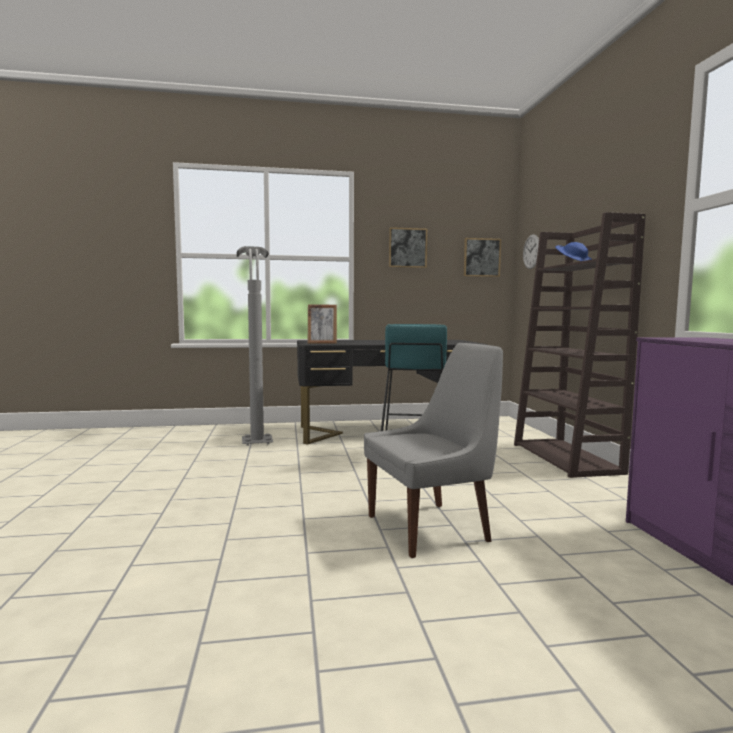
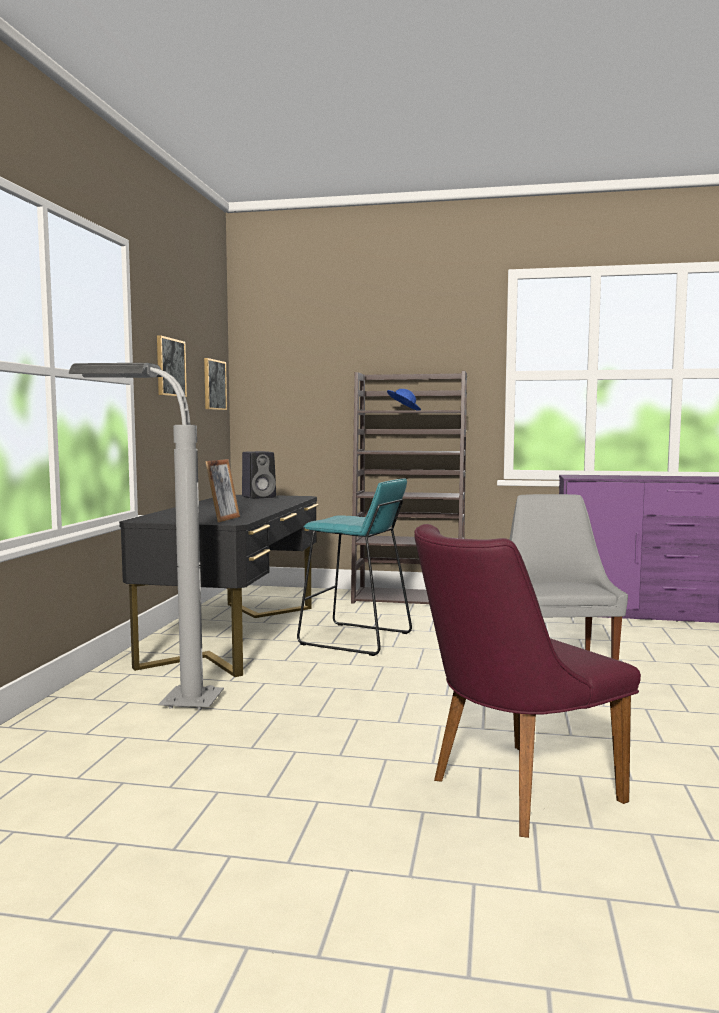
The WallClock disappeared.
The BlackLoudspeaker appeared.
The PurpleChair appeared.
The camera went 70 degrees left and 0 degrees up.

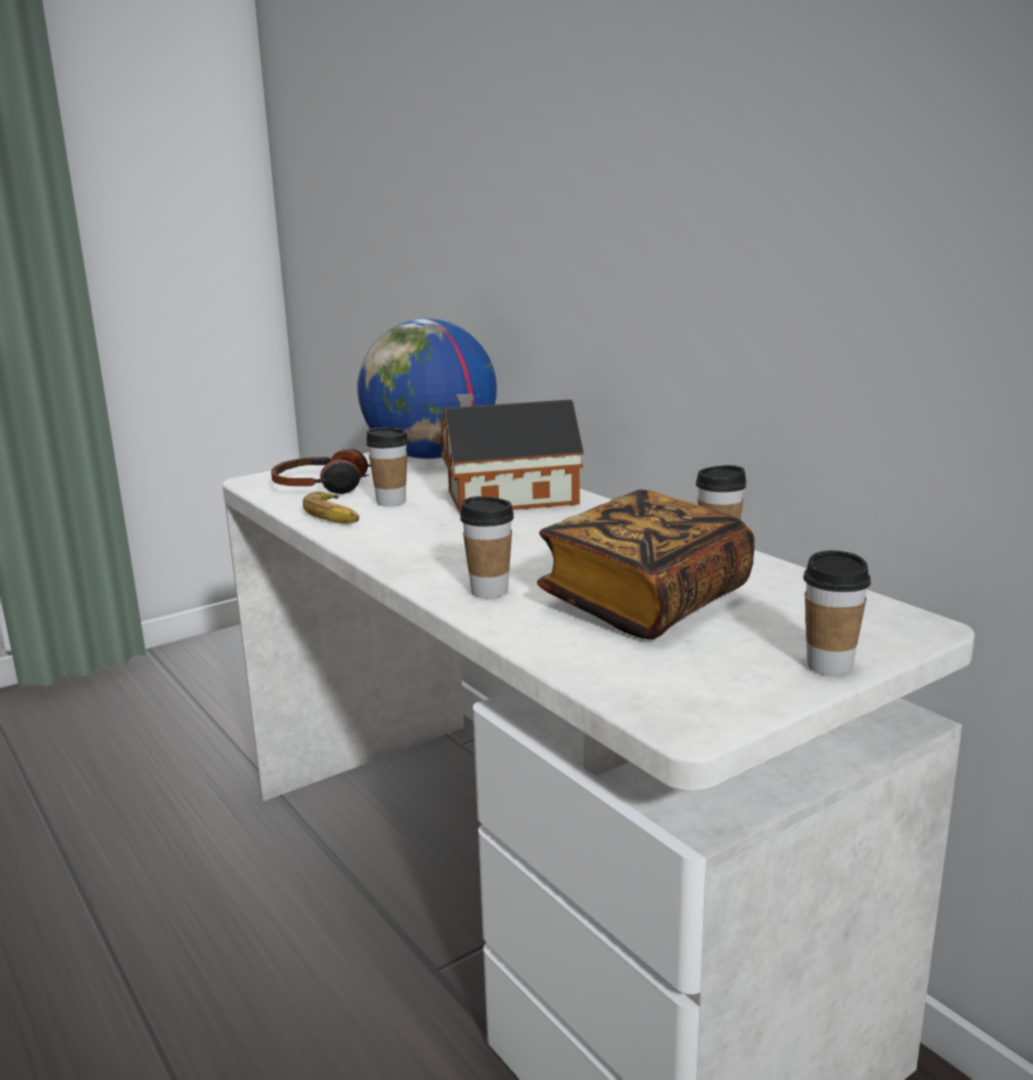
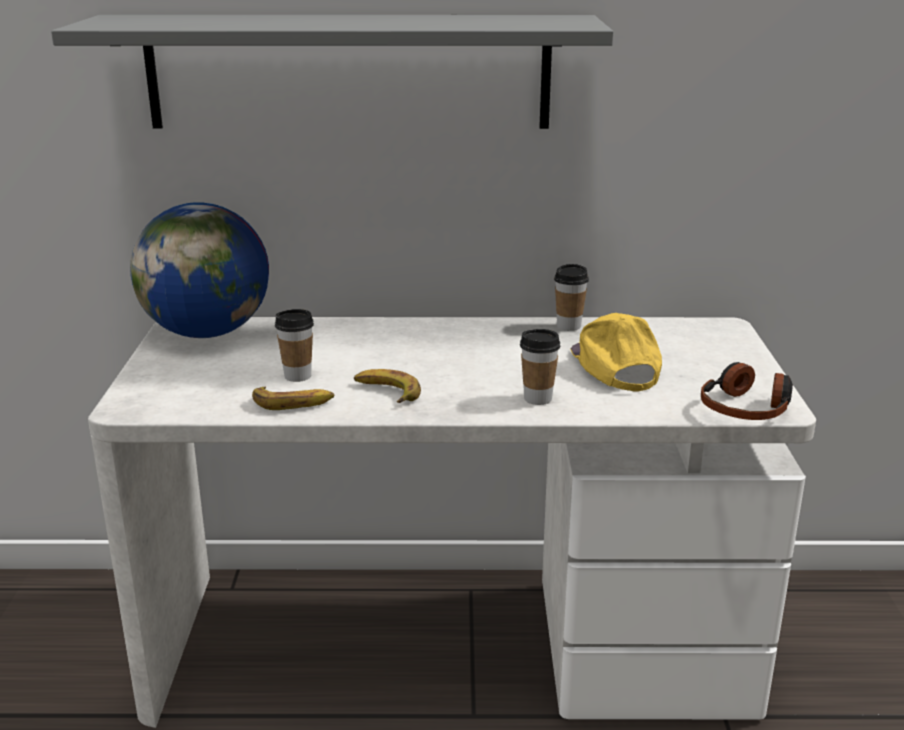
The ToyHouse disappeared.
The Headset moved.
The Book was replaced by the YellowColouredPeakedCap.
The SmallCup (no. 4 from left) disappeared.
The GreyishBracketShelf appeared.
The Banana (no. 2 from left) appeared.
The camera went 55 degrees left and 5 degrees up.

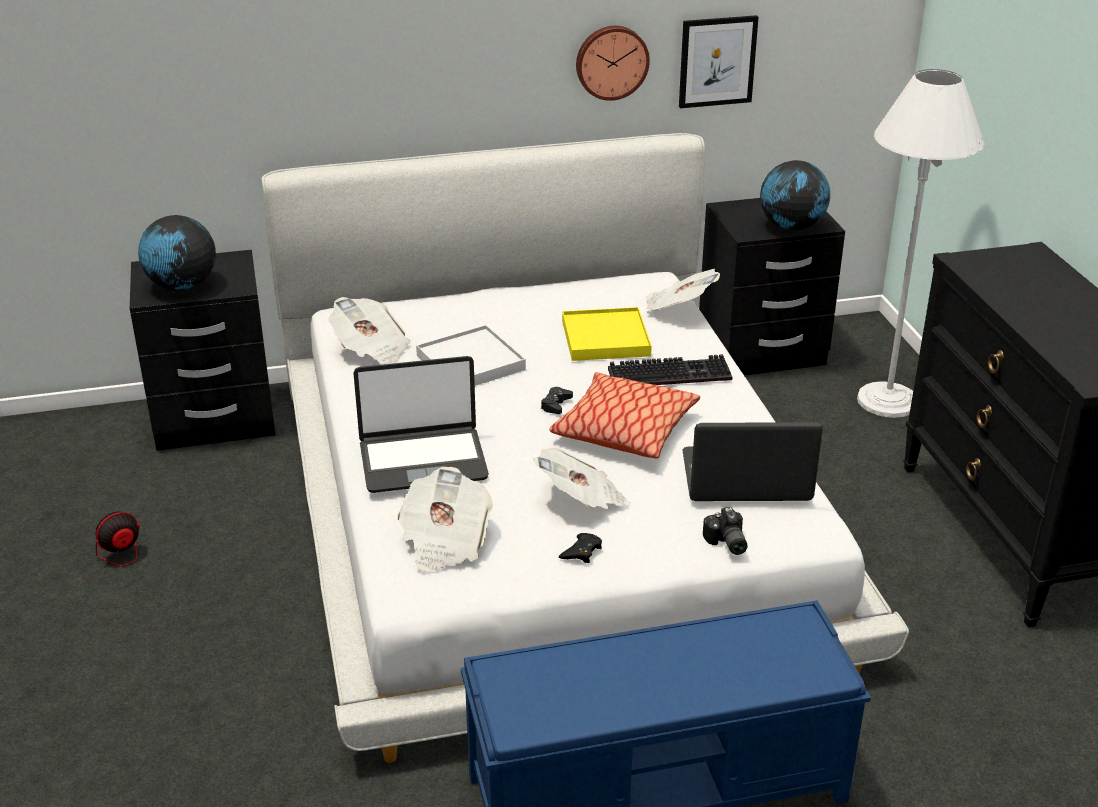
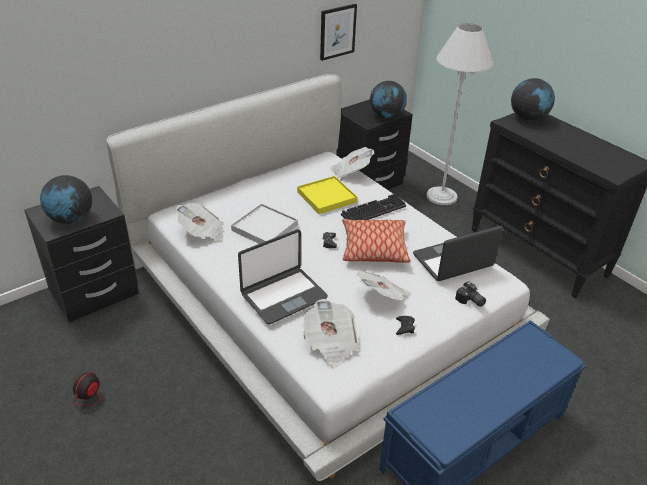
The WallClock disappeared.
The DeskGlobe (no. 3 from left) appeared.
The camera went 25 degrees left and 5 degrees up.

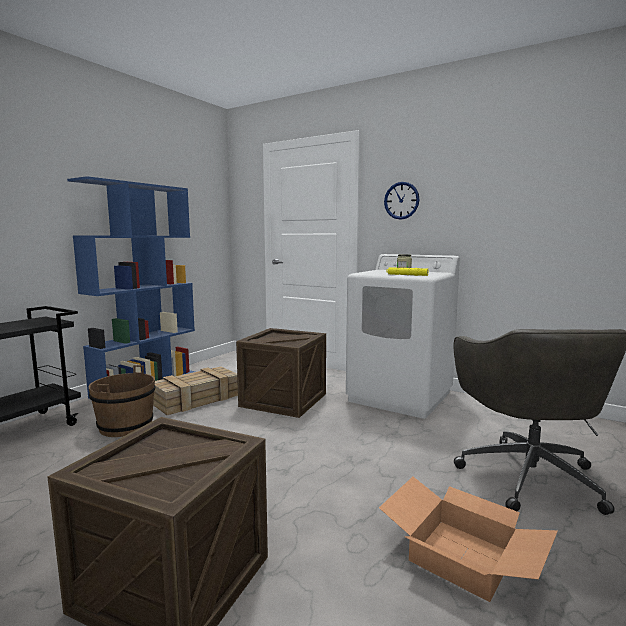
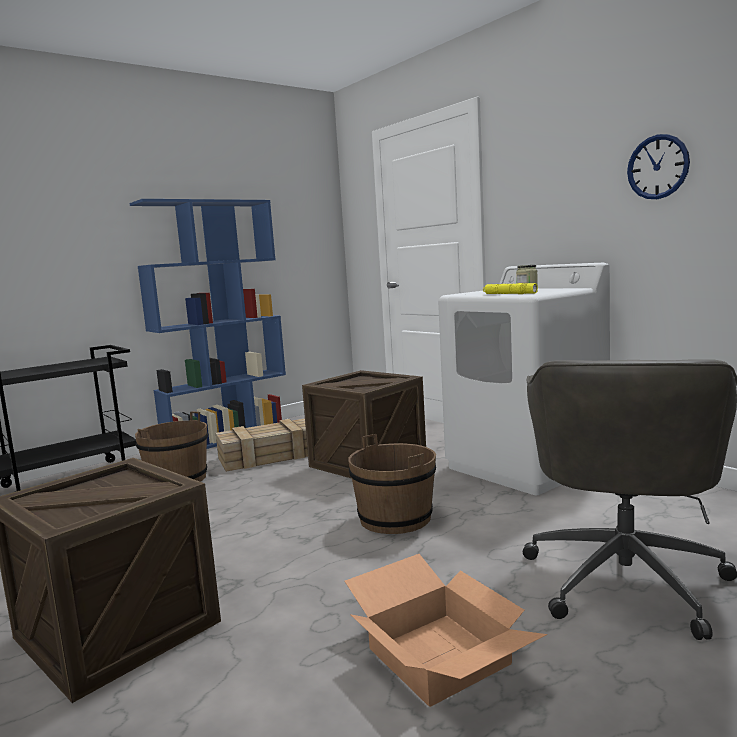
The WallClock moved.
The BrownColouredPail (no. 2 from left) appeared.
The camera went 20 degrees right and 0 degrees up.

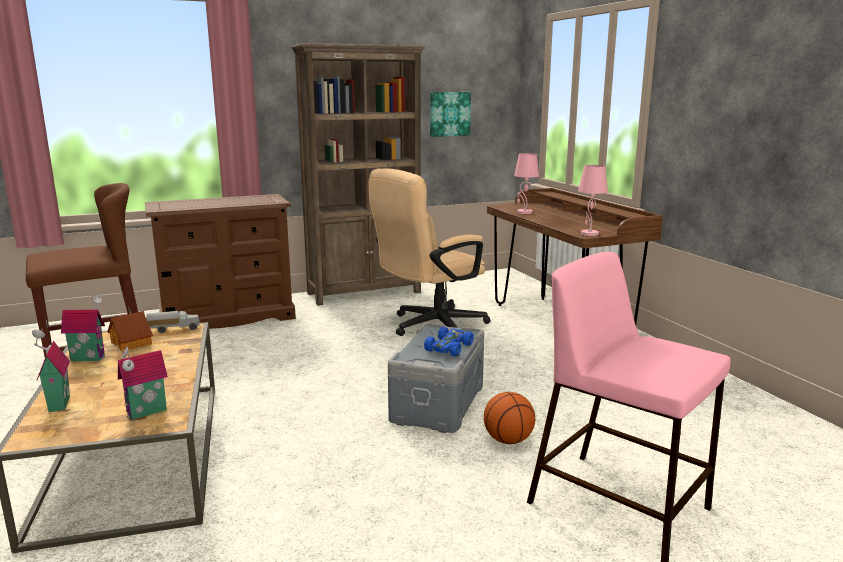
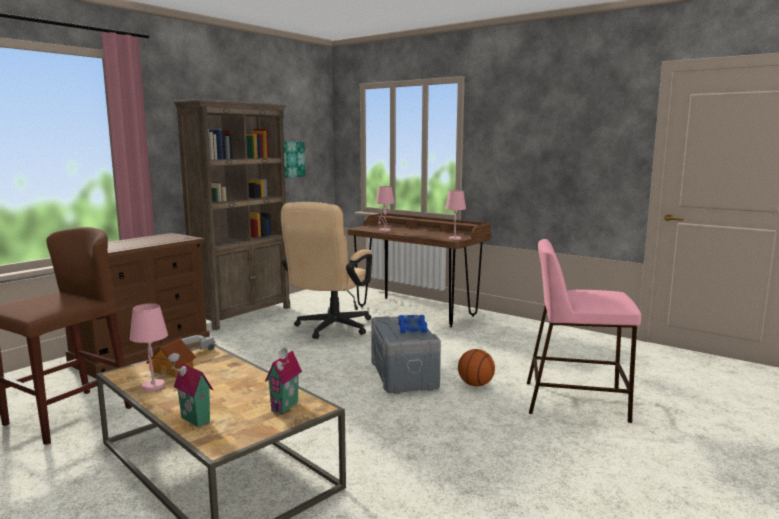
The ToyHouse (no. 2 from left) was replaced by the PinkTabletopLamp (no. 1 from left).
The camera went 30 degrees left and 5 degrees down.

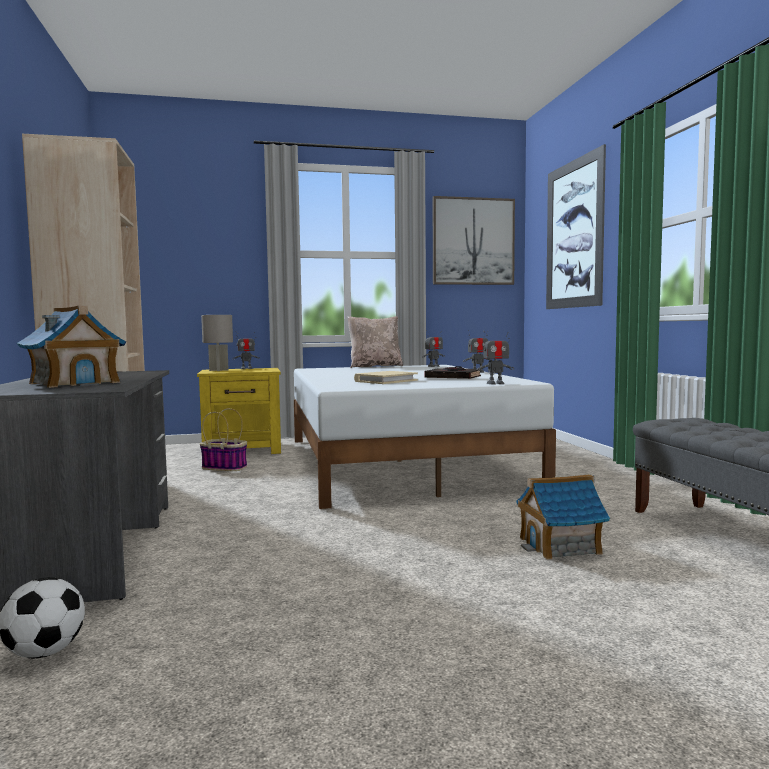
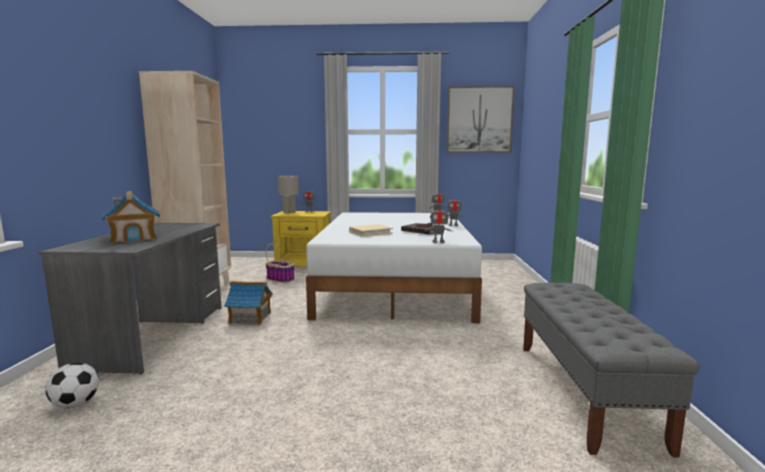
The WallPicture (no. 2 from left) disappeared.
The BeigeColouredCushion disappeared.
The ToyHouse (no. 2 from left) moved.
The camera went 15 degrees right and 5 degrees up.

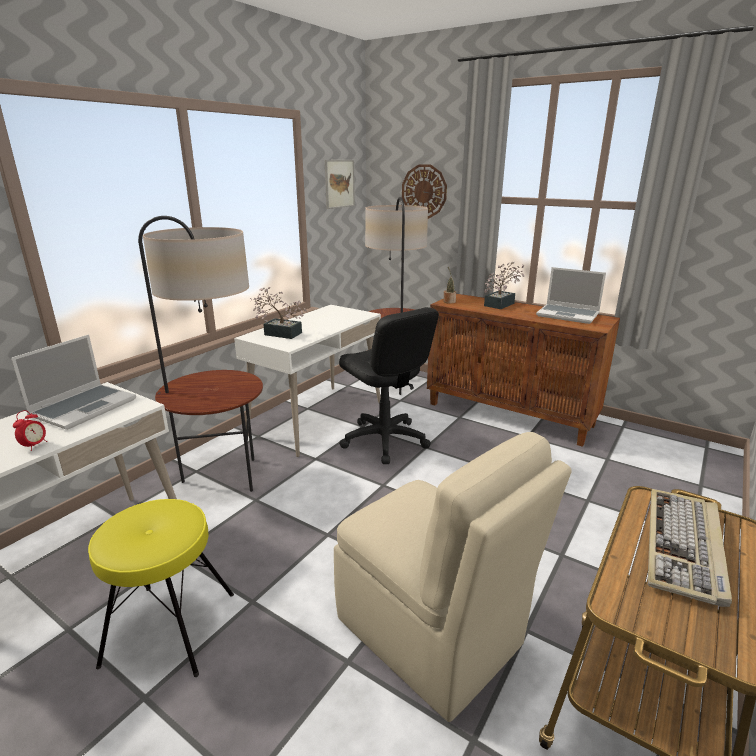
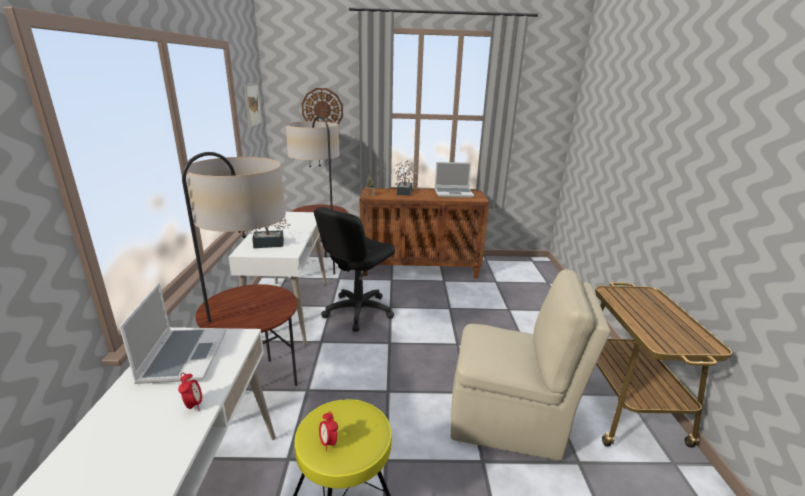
The BlackOfficeChair turned 105 degrees clockwise.
The Keyboard disappeared.
The TableClock (no. 2 from left) appeared.
The camera went 35 degrees left and 0 degrees up.

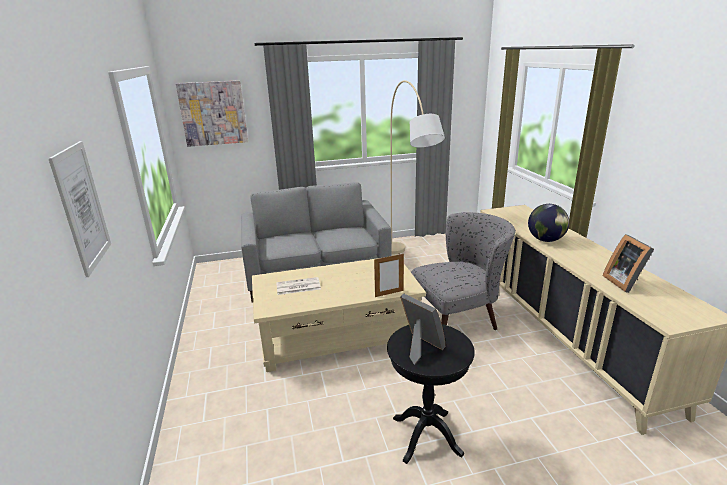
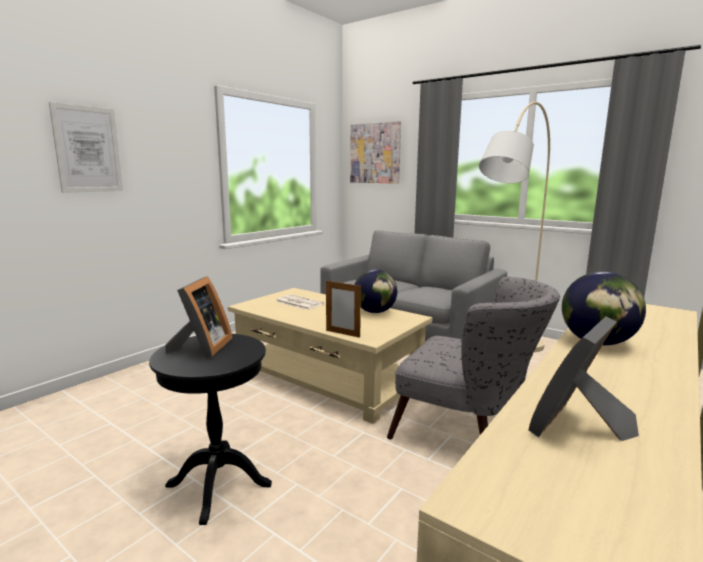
The DeskGlobe (no. 1 from left) appeared.
The camera went 50 degrees right and 10 degrees down.

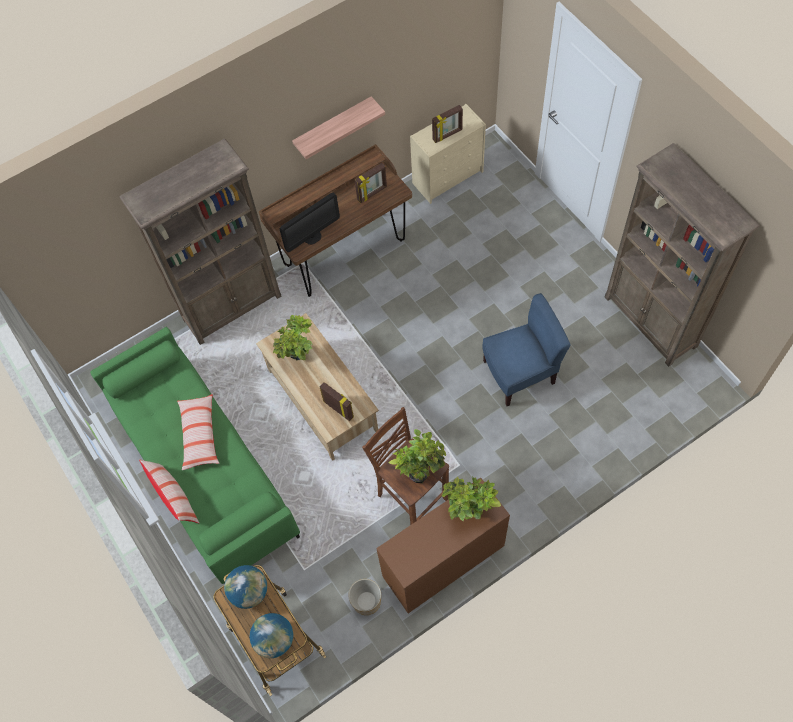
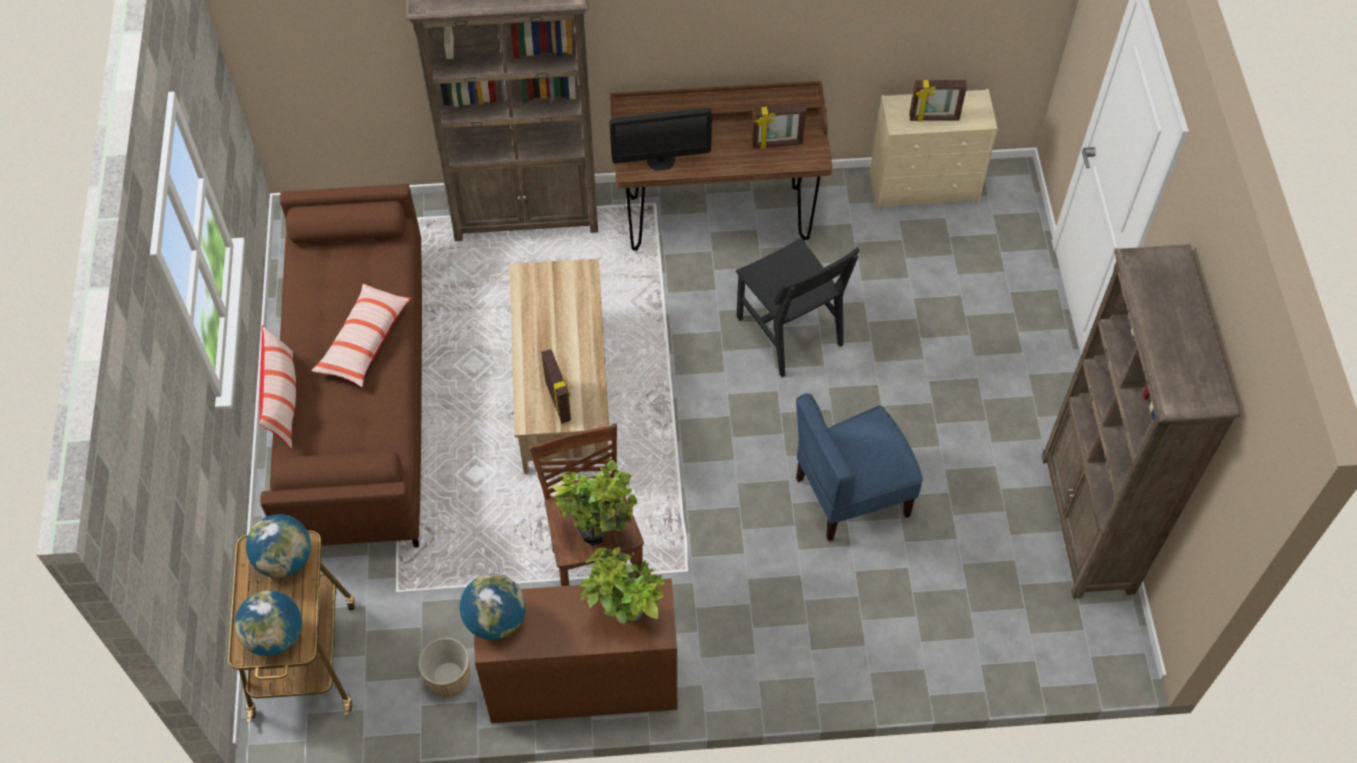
The BracketShelf disappeared.
The BlueChair turned 150 degrees clockwise.
The Houseplant (no. 1 from left) disappeared.
The GreenSofa became the BrownColouredSofa.
The BlackChair appeared.
The DeskGlobe (no. 3 from left) appeared.
The camera went 25 degrees right and 5 degrees down.

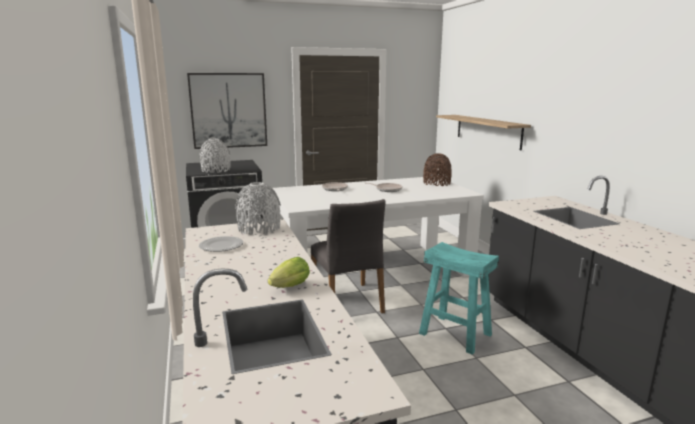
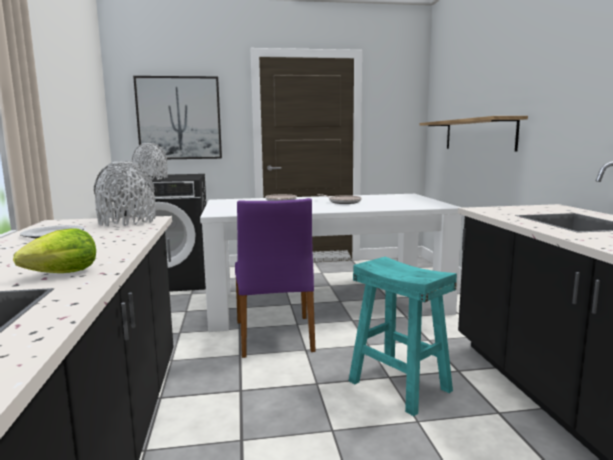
The BrownColouredVase disappeared.
The GreyishChair became the PurpleChair.
The camera went 10 degrees right and 5 degrees down.

